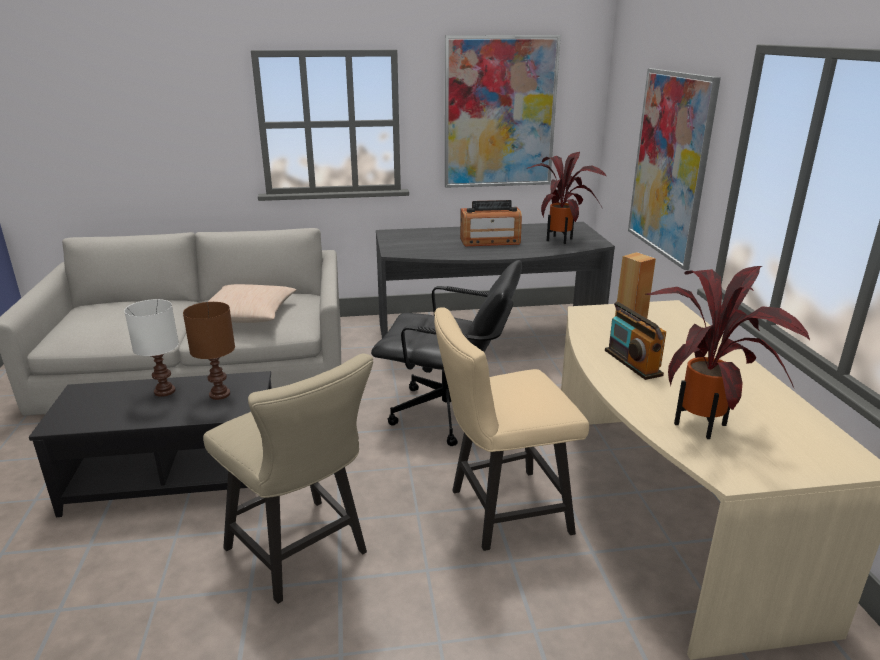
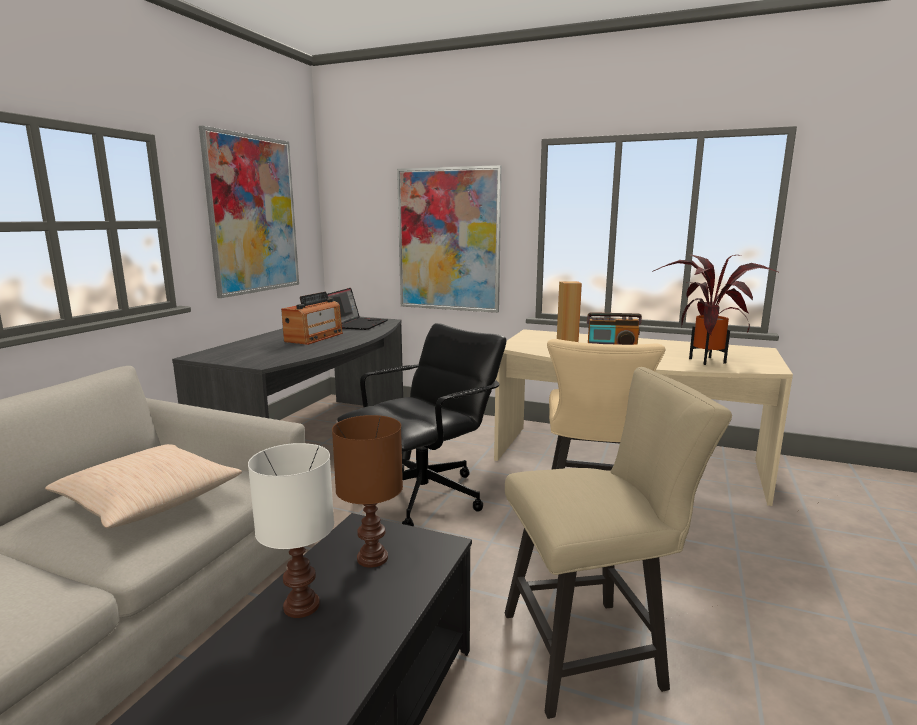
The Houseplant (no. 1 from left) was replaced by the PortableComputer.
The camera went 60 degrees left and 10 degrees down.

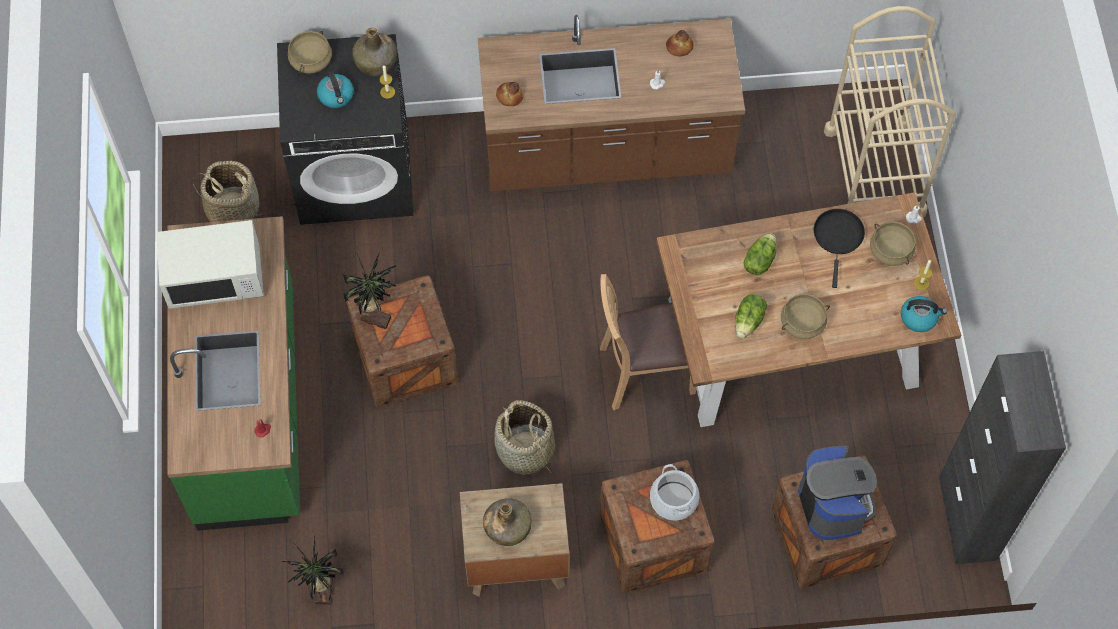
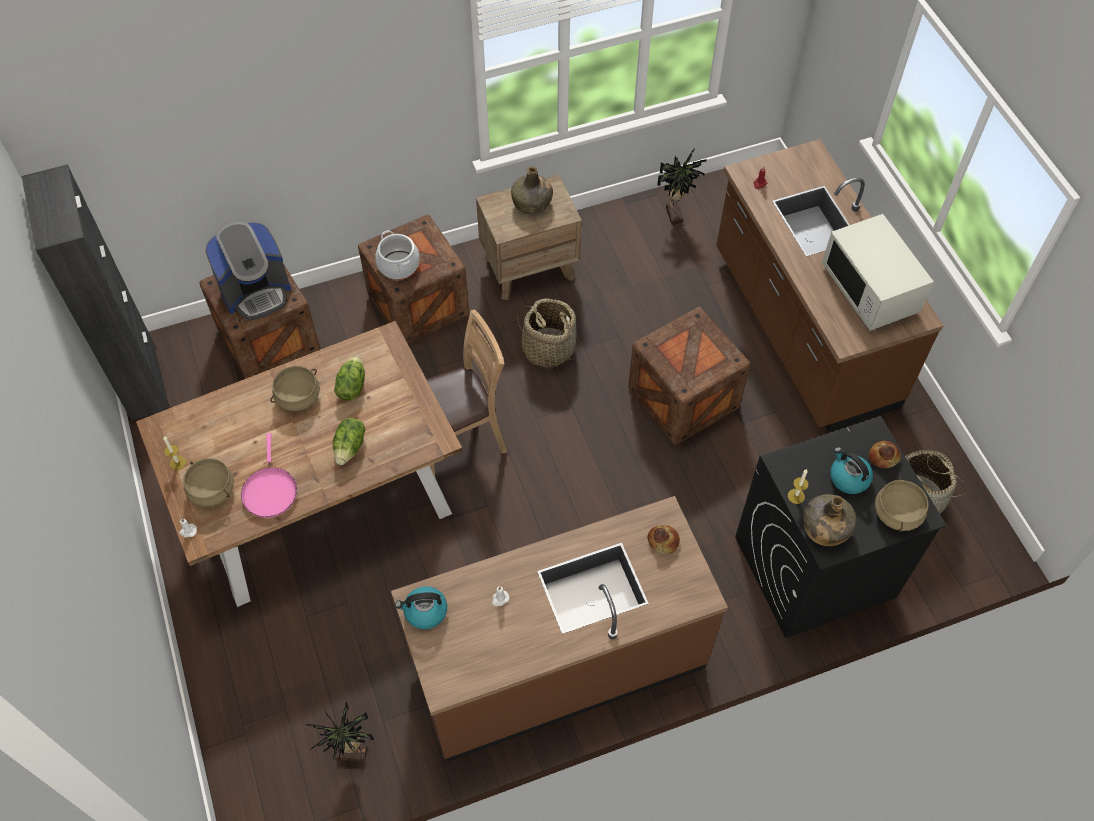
The BeigeColouredWheeledCart disappeared.
The BakeryBread (no. 2 from left) moved.
The BlackSkillet became the PinkSkillet.
The GreenCounter became the BrownColouredCounter (no. 2 from left).
The WhiteKitchenMicrowave turned 90 degrees counterclockwise.
The Houseplant (no. 2 from left in the first image) moved.
The Kettle (no. 2 from left in the first image) moved.
The CoffeeMaker turned 90 degrees counterclockwise.
The camera went 165 degrees right and 5 degrees down.

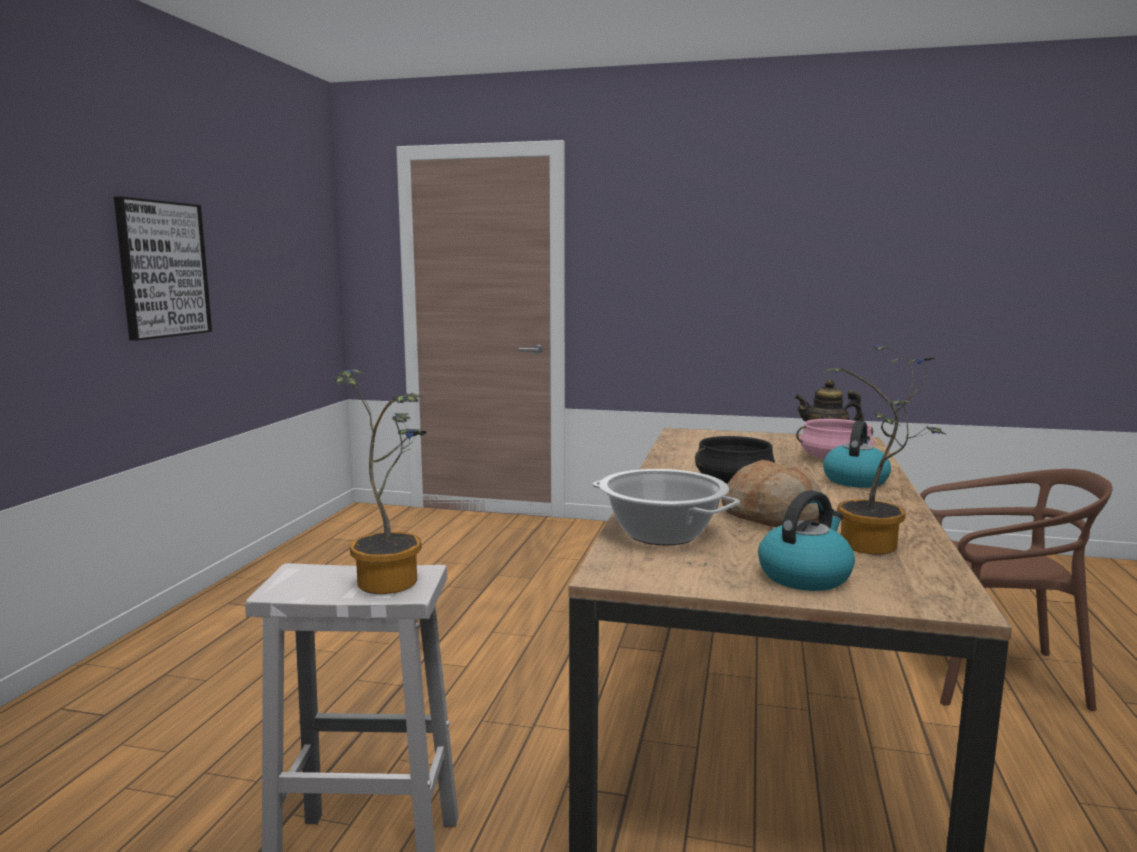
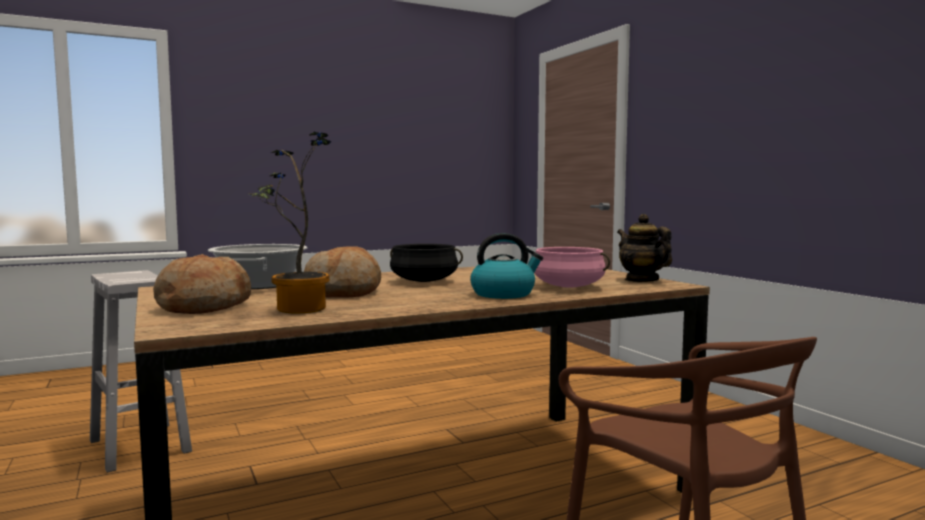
The WallPicture disappeared.
The Houseplant (no. 1 from left) disappeared.
The Kettle (no. 1 from left) was replaced by the BakeryBread (no. 1 from left).
The camera went 50 degrees right and 5 degrees down.

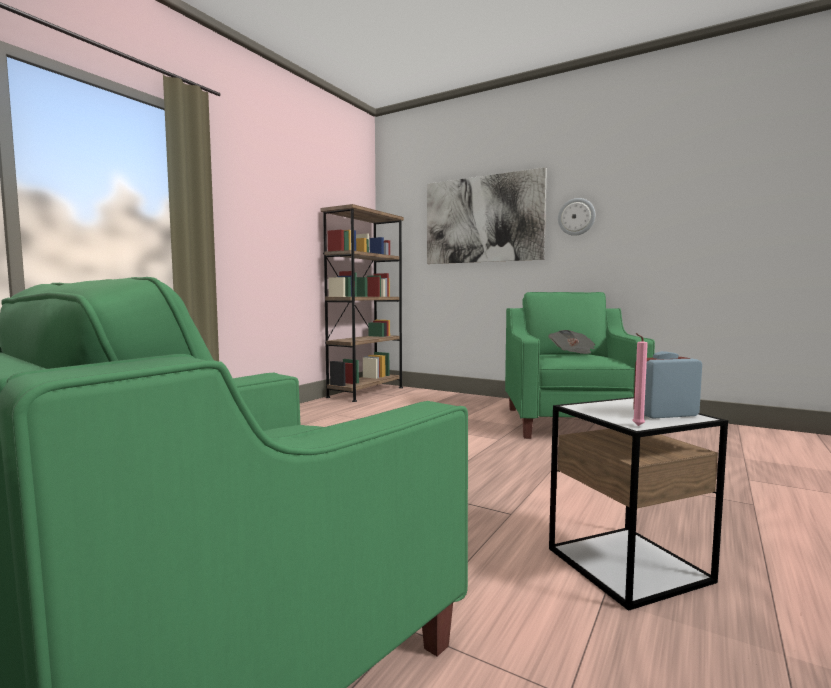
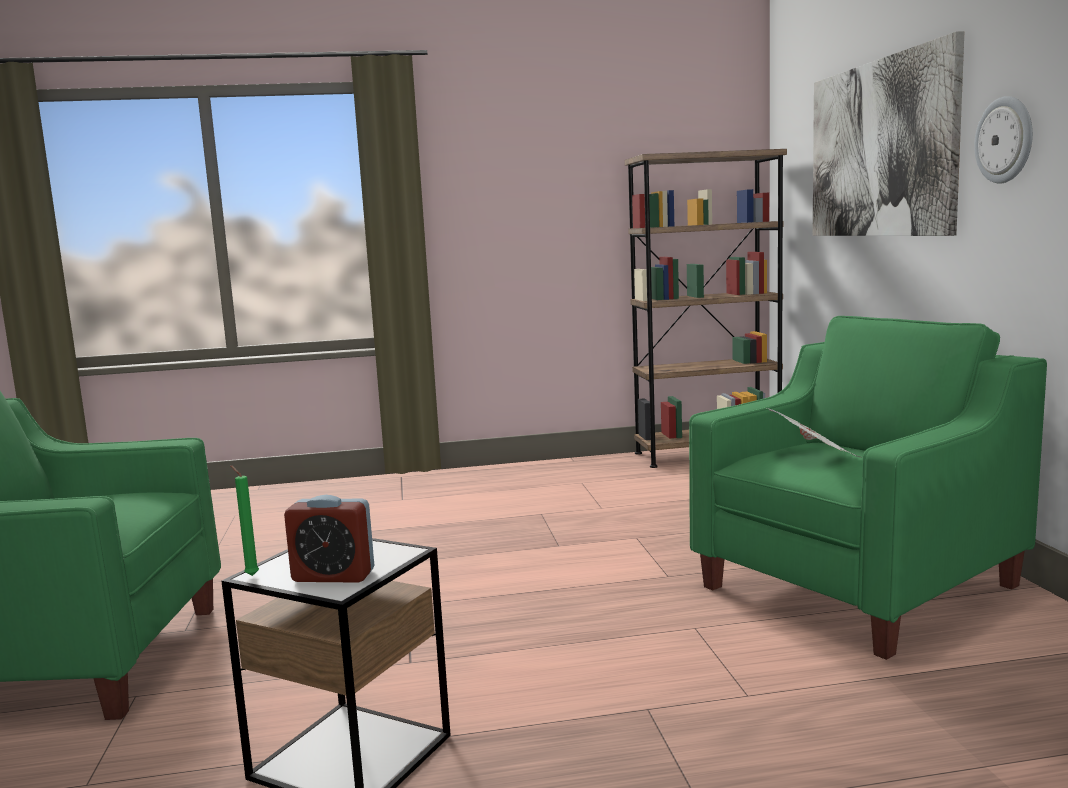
The PinkWaxLight became the GreenWaxLight.
The TableClock turned 150 degrees clockwise.
The camera went 50 degrees right and 5 degrees up.

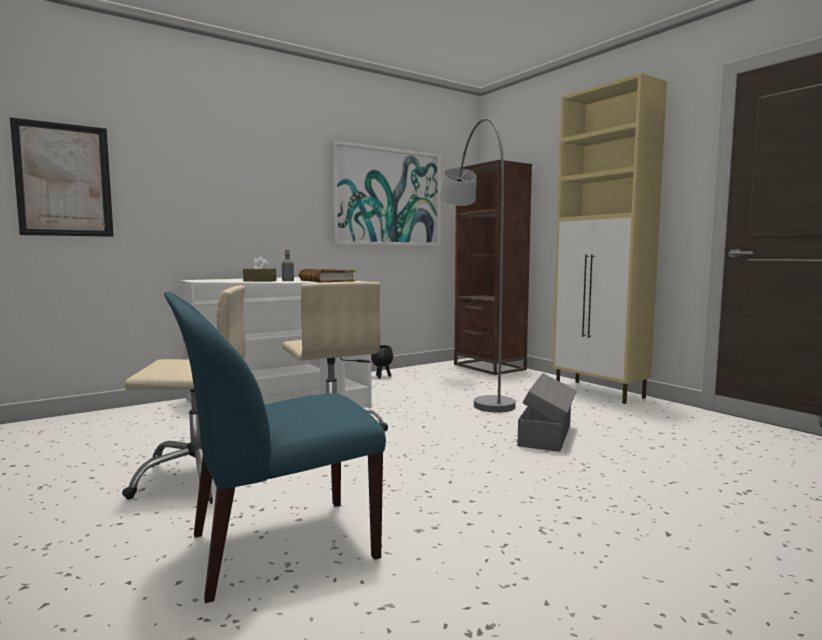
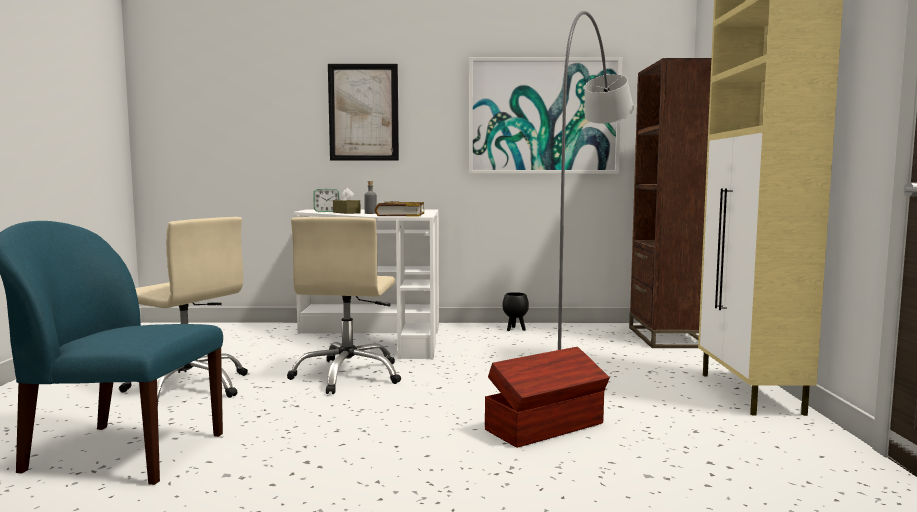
The WallPicture (no. 1 from left) moved.
The GreyishStorageBox became the BrownColouredStorageBox.
The TableClock appeared.
The camera went 35 degrees right and 0 degrees up.

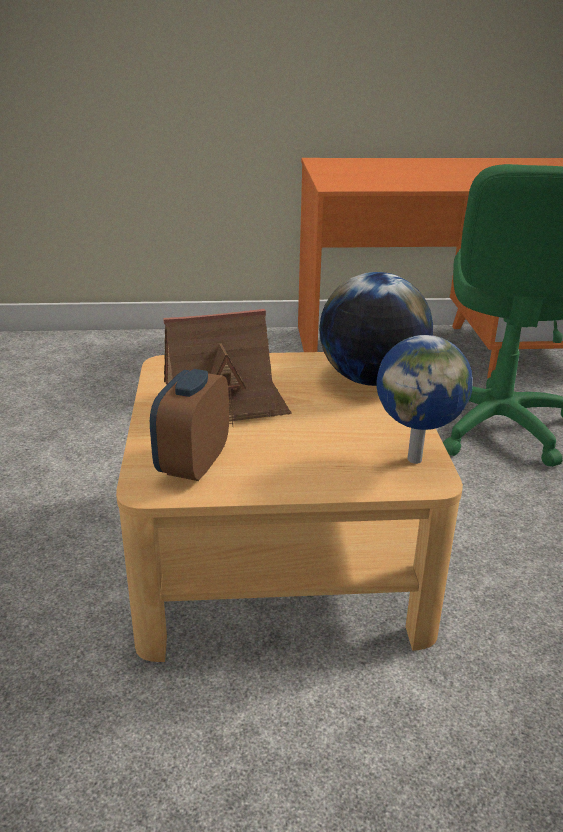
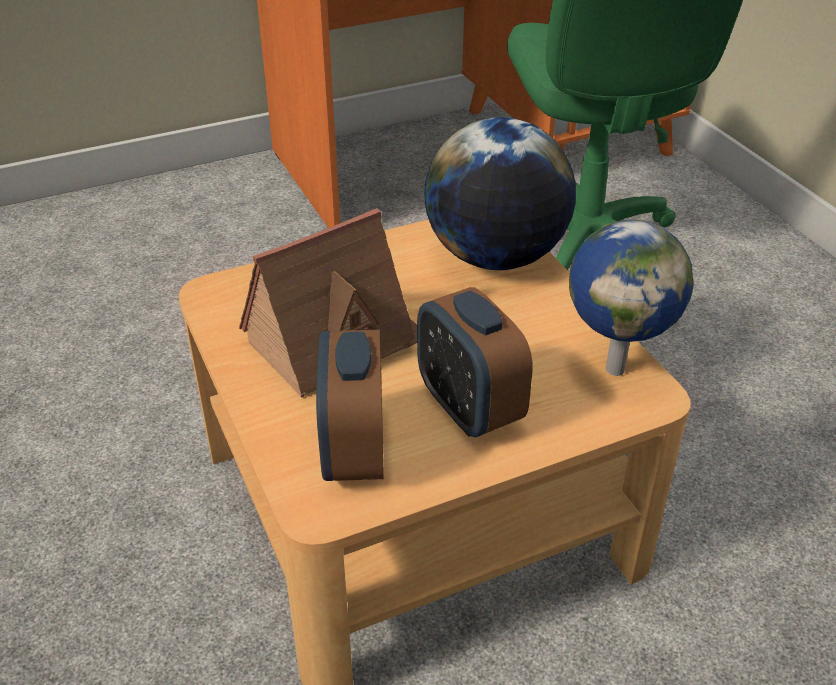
The TableClock (no. 2 from left) appeared.
The camera went 20 degrees left and 10 degrees up.

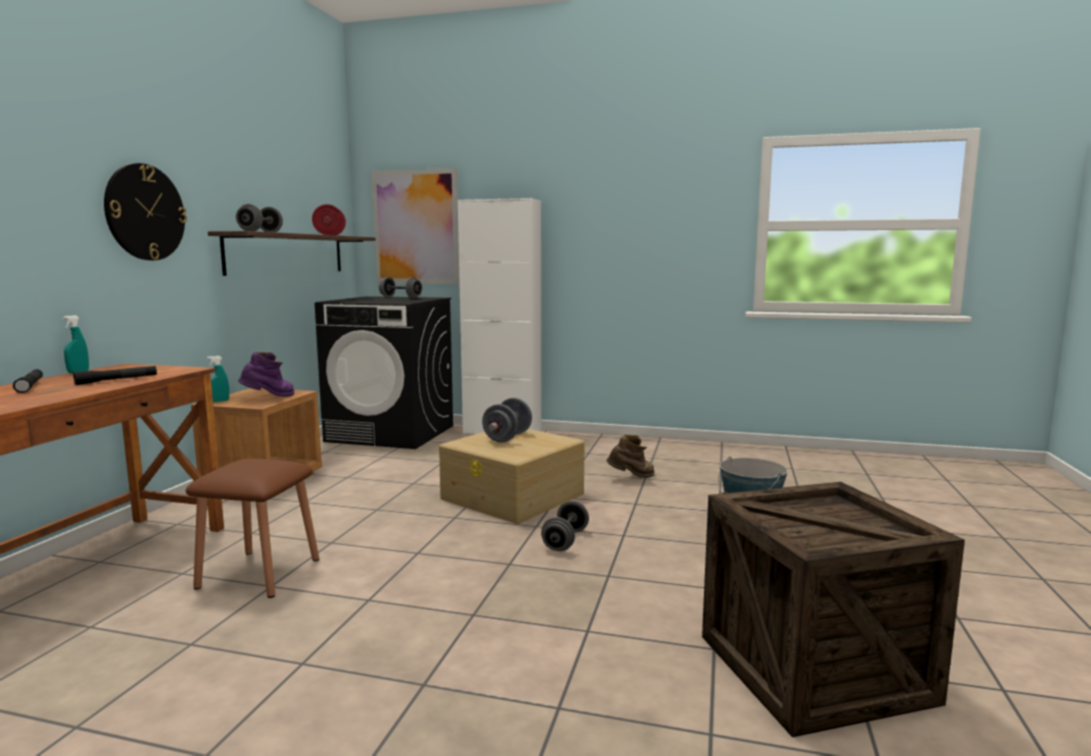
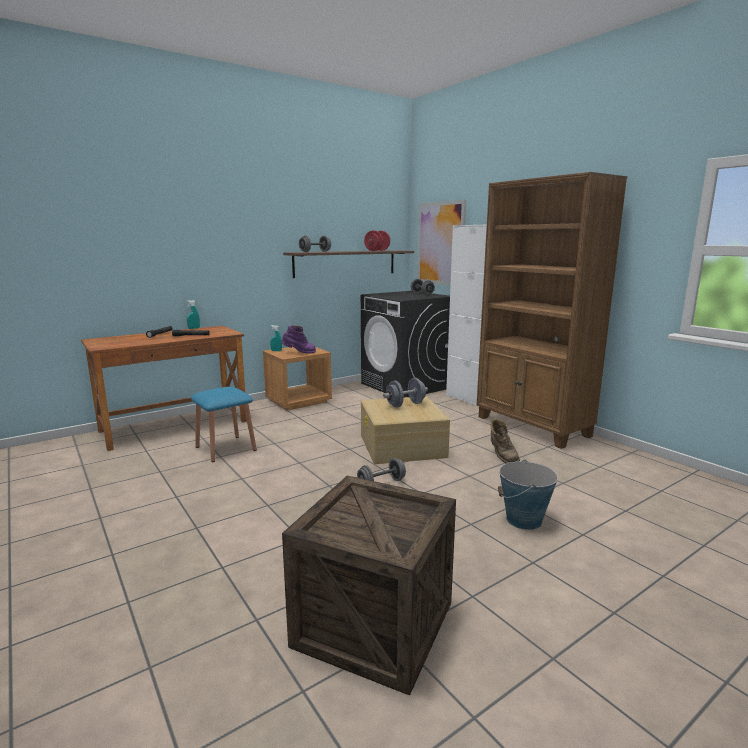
The WallClock disappeared.
The BrownColouredTallBoot turned 60 degrees clockwise.
The BrownColouredStoolSeat became the BlueStoolSeat.
The BrownColouredBookshelf appeared.
The camera went 40 degrees right and 5 degrees up.

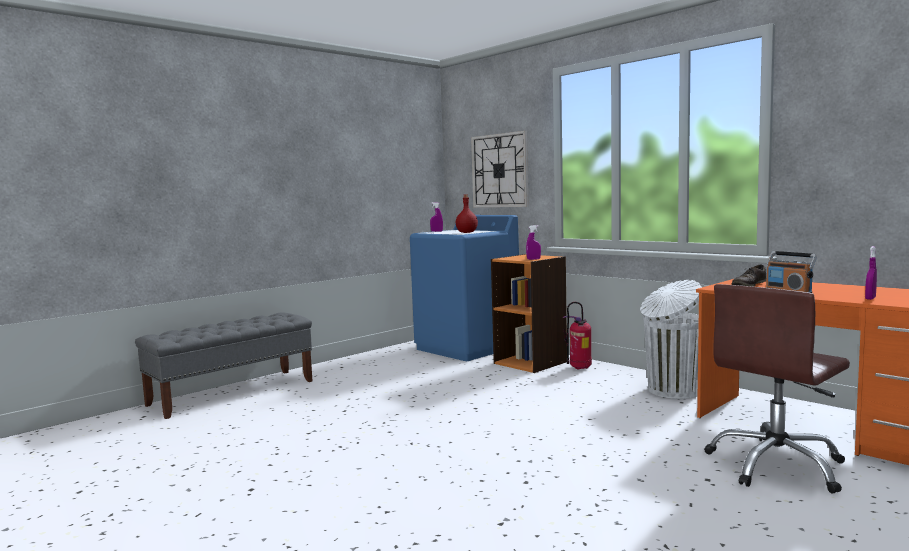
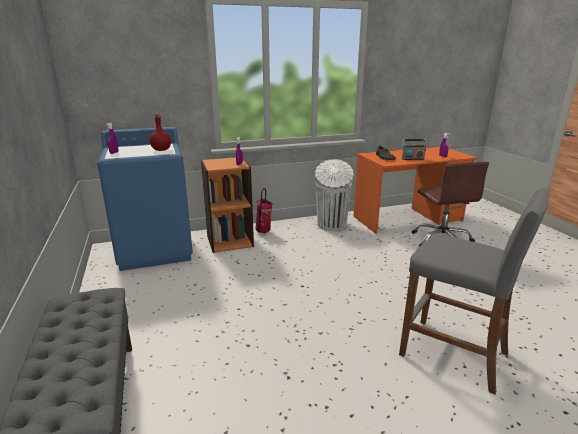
The WallClock disappeared.
The GreyishStoolSeat appeared.
The camera went 65 degrees left and 15 degrees up.

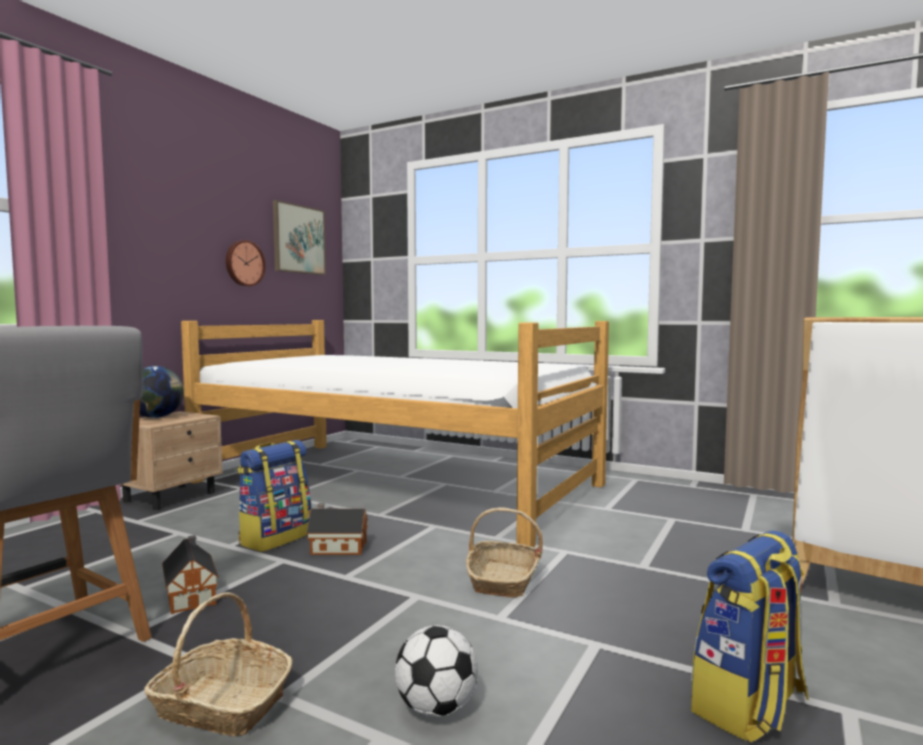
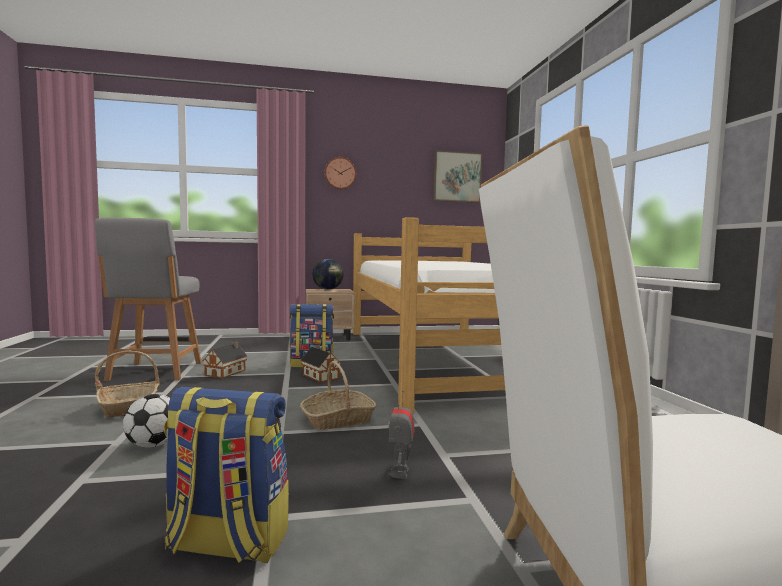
The WallClock moved.
The RobotFigure appeared.
The camera went 50 degrees right and 0 degrees up.

